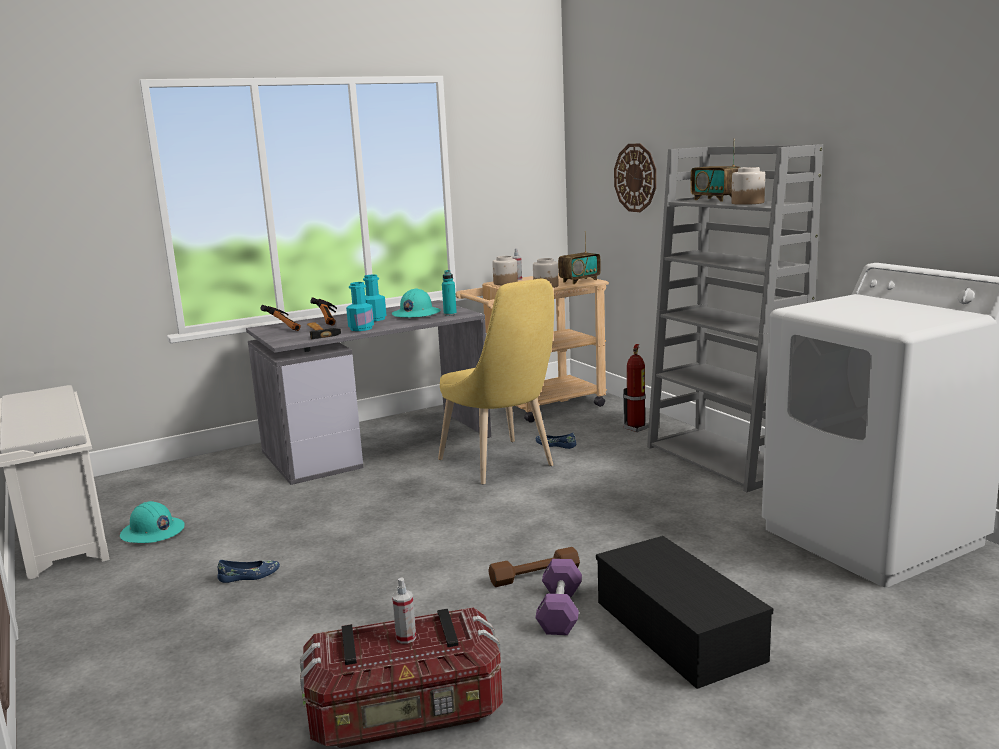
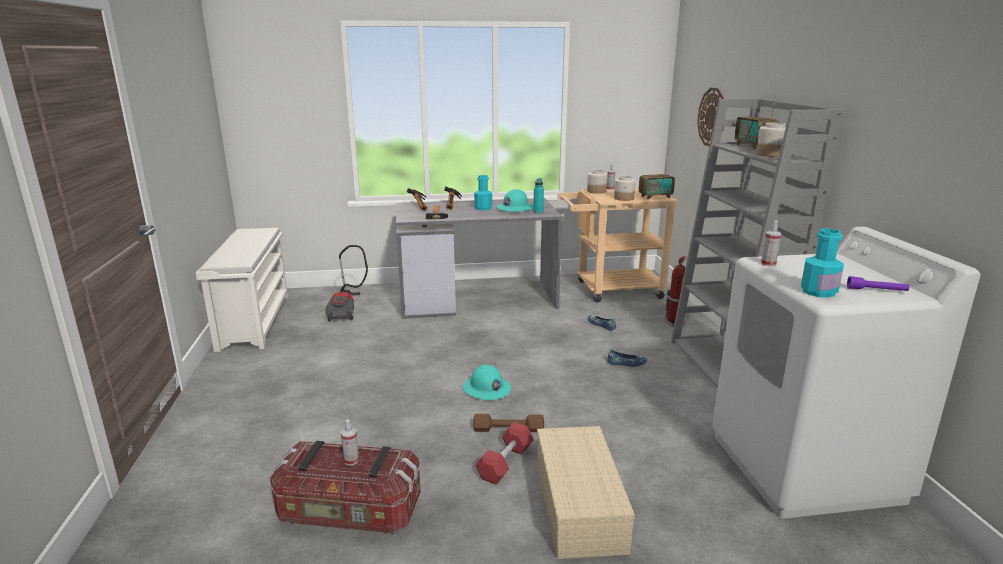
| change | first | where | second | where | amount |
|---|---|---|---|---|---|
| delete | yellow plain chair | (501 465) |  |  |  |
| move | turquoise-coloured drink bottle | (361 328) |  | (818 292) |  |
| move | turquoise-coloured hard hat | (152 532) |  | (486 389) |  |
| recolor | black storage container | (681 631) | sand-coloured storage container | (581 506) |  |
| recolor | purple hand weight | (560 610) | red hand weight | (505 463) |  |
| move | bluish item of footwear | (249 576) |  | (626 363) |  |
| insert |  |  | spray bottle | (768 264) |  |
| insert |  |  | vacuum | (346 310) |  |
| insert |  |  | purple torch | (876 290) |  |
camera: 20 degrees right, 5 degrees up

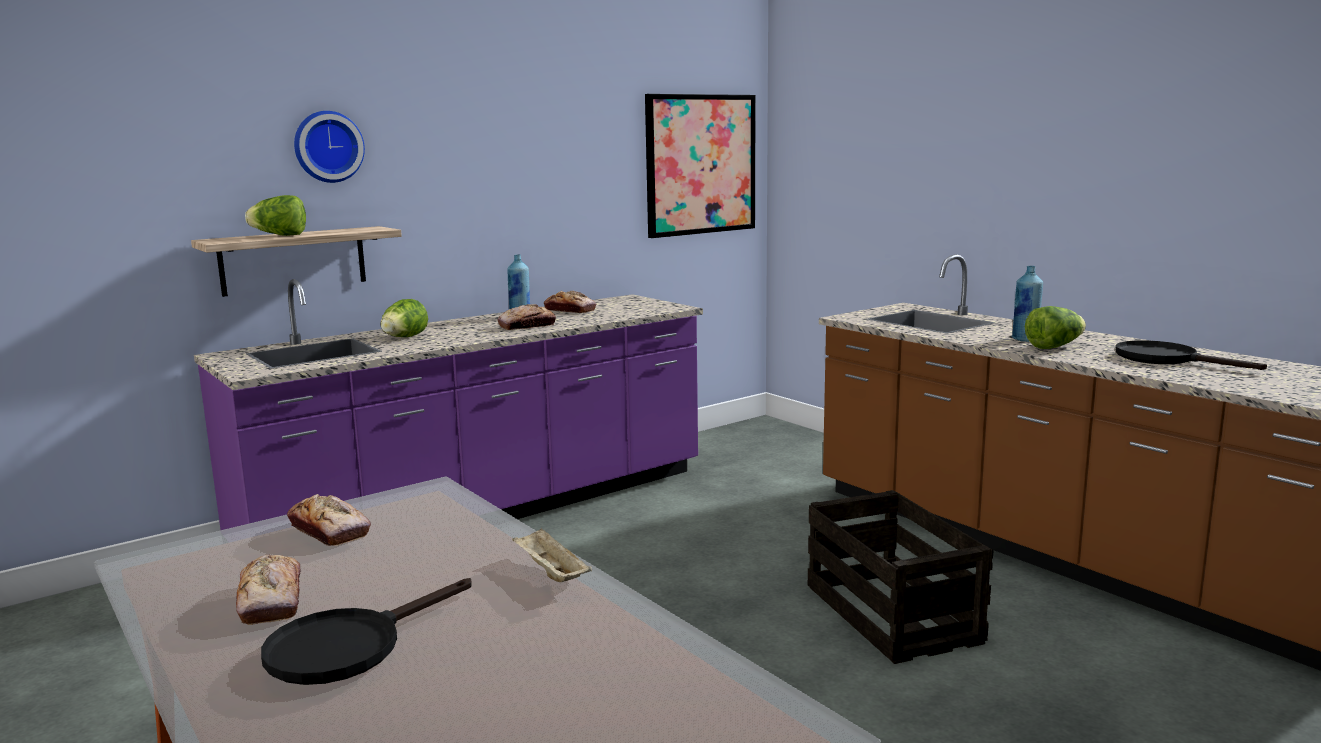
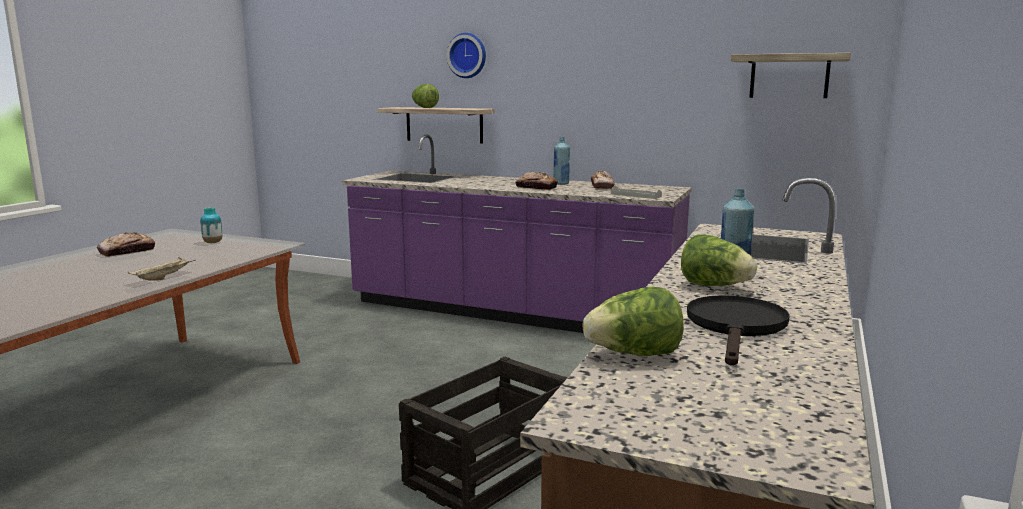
| change | first | where | second | where | amount |
|---|---|---|---|---|---|
| replace | picture | (700 164) | shelf | (789 76) |  |
| move | head of lettuce | (404 338) |  | (634 354) |  |
| replace | baked bread | (329 530) | decorative vase | (213 243) |  |
| delete | black frying pan | (349 646) |  |  |  |
| insert |  |  | greyish tray | (635 195) |  |
camera: 60 degrees right, 0 degrees up

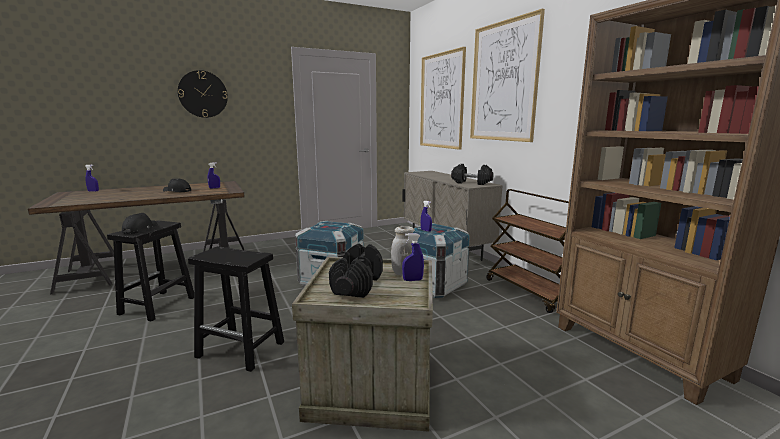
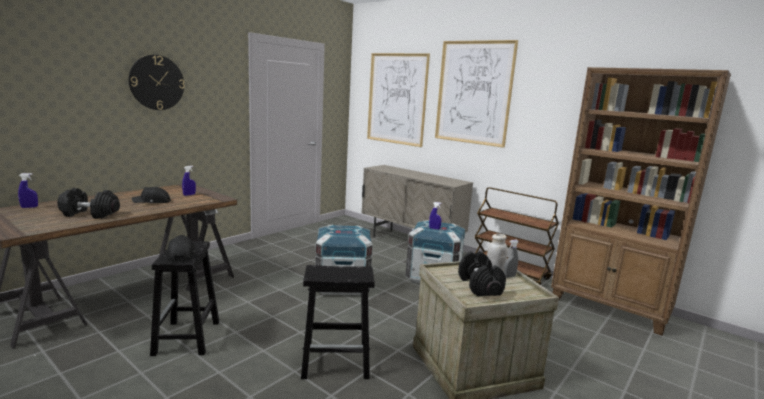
| change | first | where | second | where | amount |
|---|---|---|---|---|---|
| move | black hand weight | (471 183) |  | (89 214) |  |
| recolor | bluish spray bottle | (412 280) | greyish spray bottle | (509 276) |  |
camera: 25 degrees left, 0 degrees up

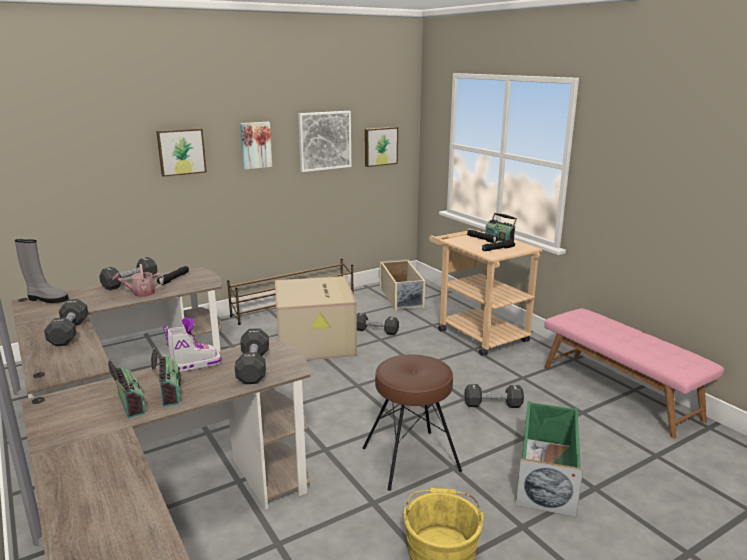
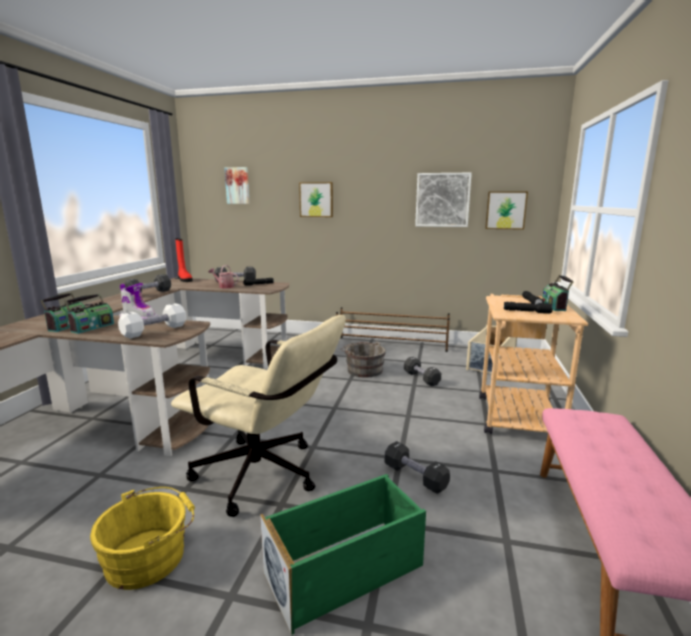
| change | first | where | second | where | amount |
|---|---|---|---|---|---|
| move | picture | (255 145) |  | (237 185) |  |
| recolor | greyish boot | (46 299) | red boot | (184 280) |  |
| replace | carton | (316 342) | greyish water bucket | (363 370) |  |
| recolor | black hand weight | (253 367) | whitish hand weight | (155 331) |  |
| replace | brown stool seat | (411 459) | sand-coloured desk chair | (266 477) |  |
camera: 45 degrees right, 5 degrees down

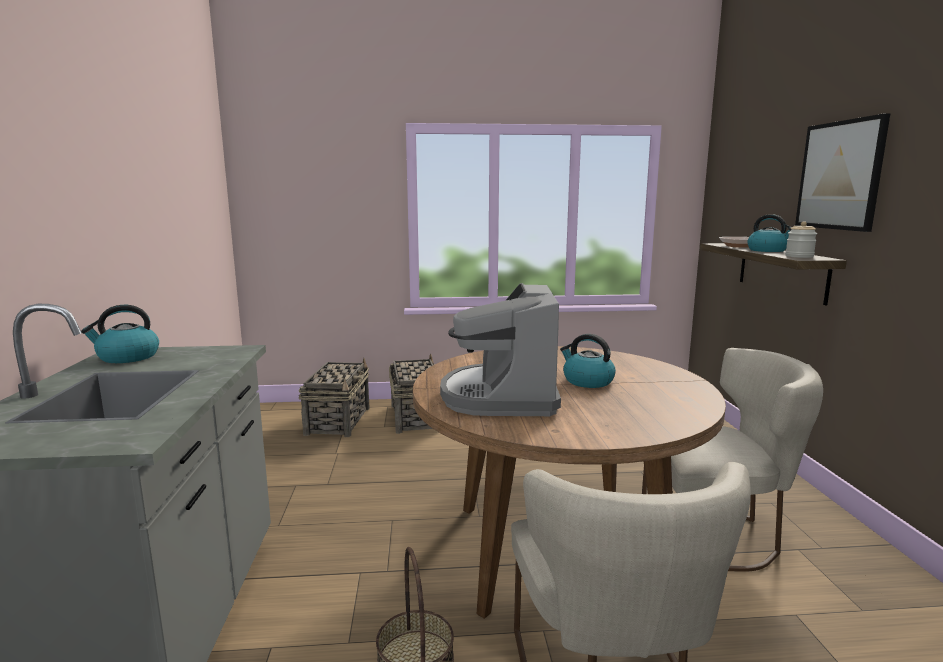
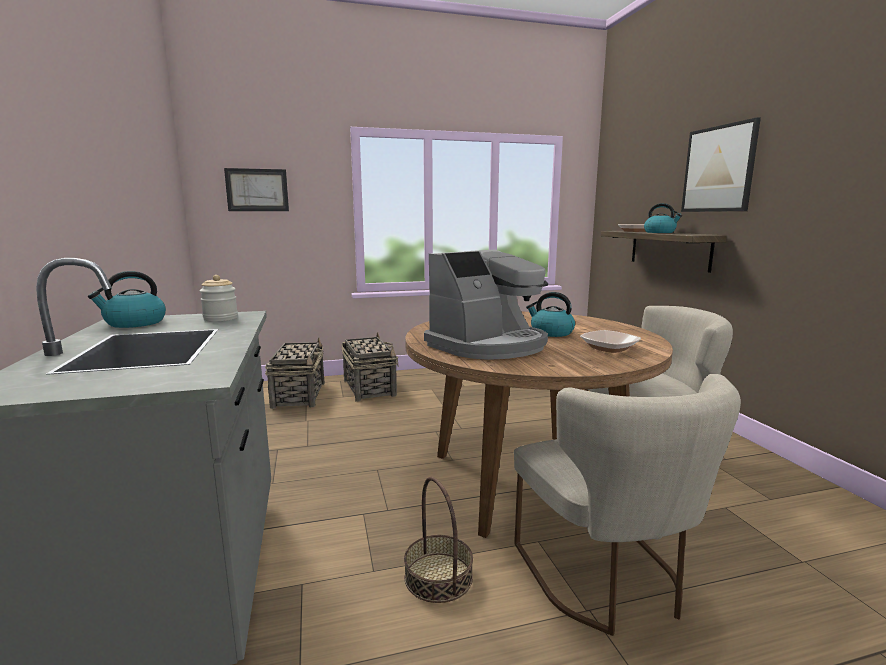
| change | first | where | second | where | amount |
|---|---|---|---|---|---|
| move | storage jar | (799 256) |  | (220 318) |  |
| rotate | coffee brewer | (501 396) |  | (489 345) | 120 degrees counterclockwise |
| insert |  |  | picture | (257 190) |  |
| insert |  |  | bowl | (609 348) |  |
camera: 10 degrees left, 0 degrees up

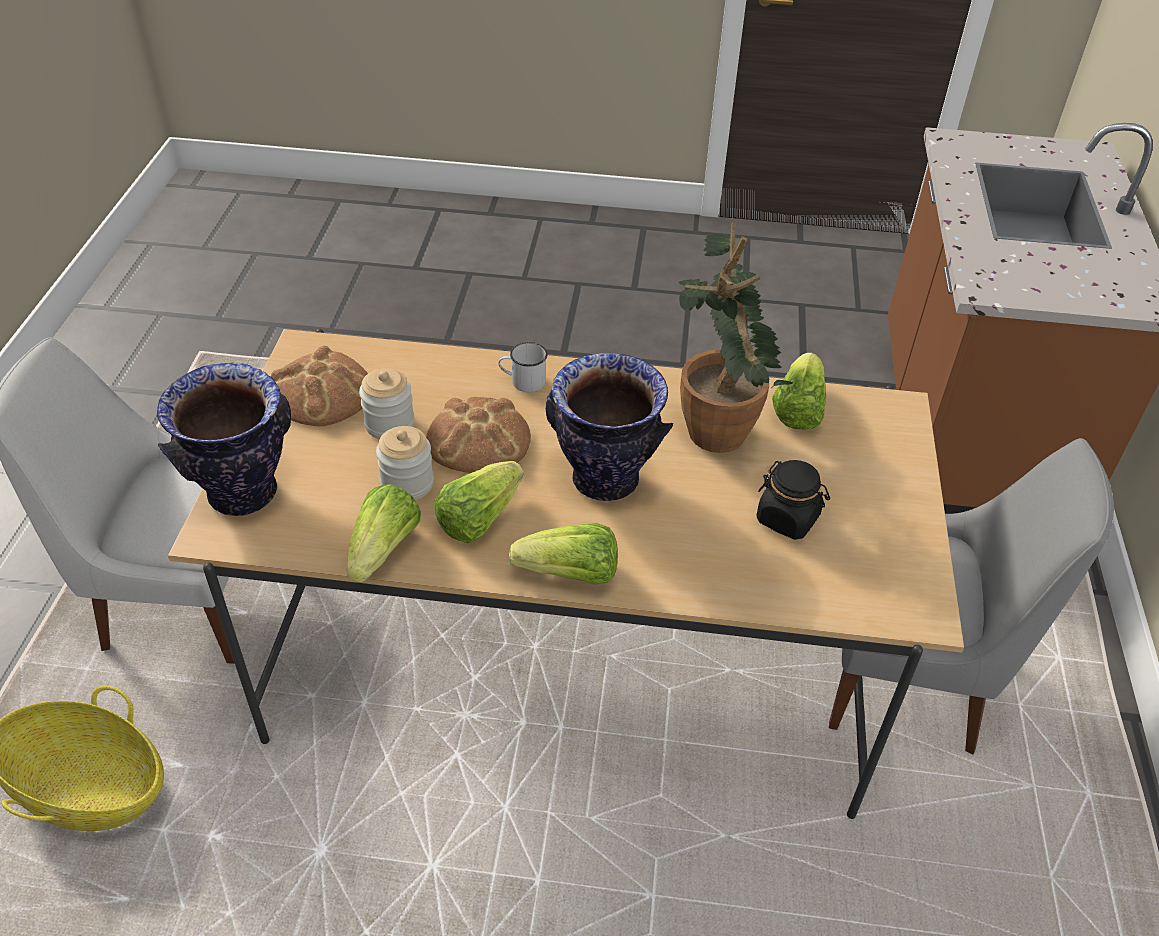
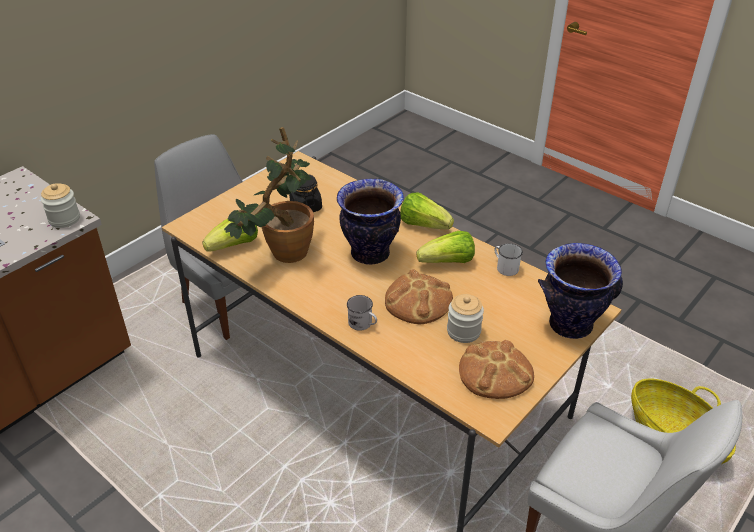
| change | first | where | second | where | amount |
|---|---|---|---|---|---|
| move | storage jar | (407 483) |  | (64 219) |  |
| replace | head of lettuce | (384 550) | whitish tea mug | (505 267) |  |
camera: 145 degrees left, 5 degrees down

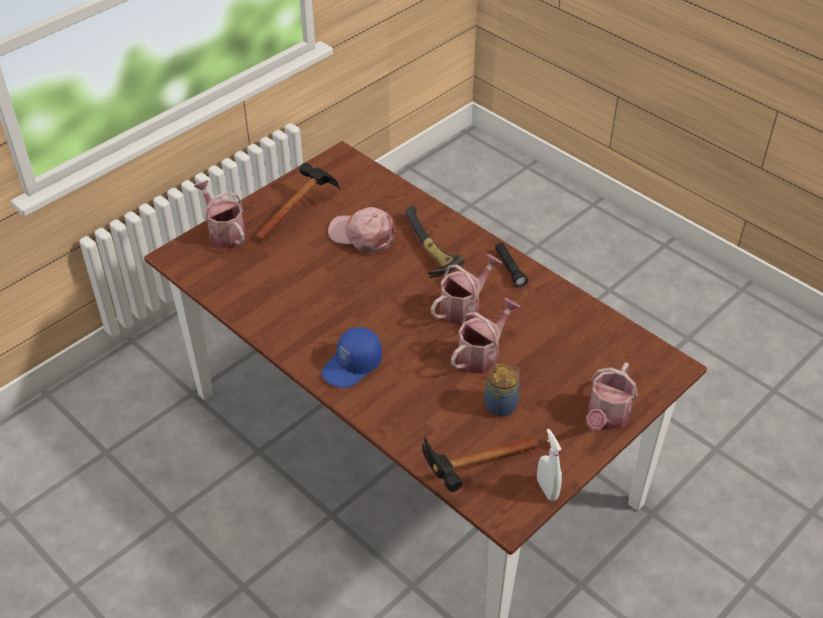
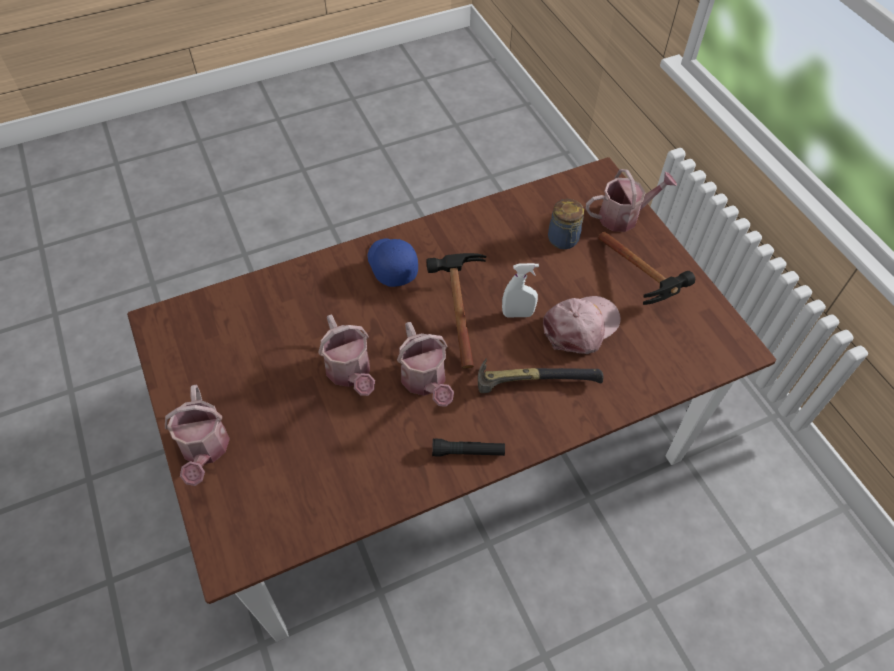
| change | first | where | second | where | amount |
|---|---|---|---|---|---|
| rotate | watering pot | (606 418) |  | (205 450) | 150 degrees counterclockwise |
| move | storage jar | (502 404) |  | (563 240) |  |
| move | whitish spray bottle | (547 490) |  | (517 314) |  |
| move | tool hammer | (470 474) |  | (456 308) |  |
camera: 110 degrees right, 10 degrees up

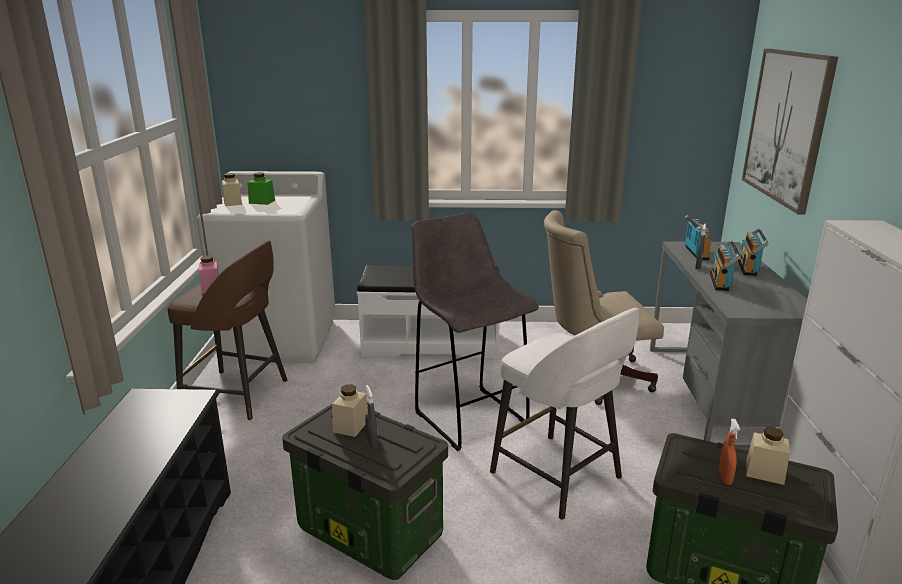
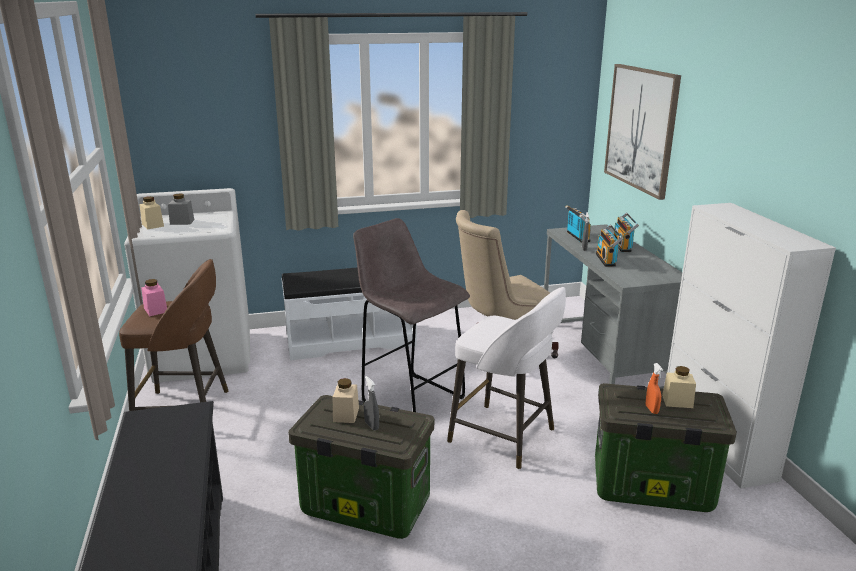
| change | first | where | second | where | amount |
|---|---|---|---|---|---|
| recolor | greenish storage jar | (262 202) | greyish storage jar | (182 222) |  |
camera: 15 degrees left, 0 degrees up

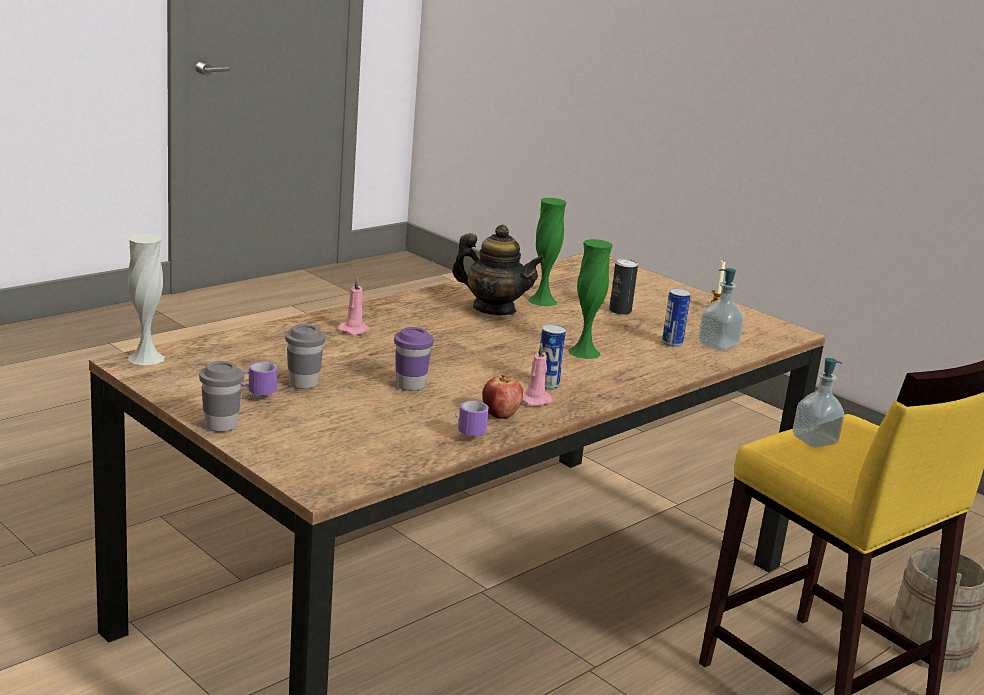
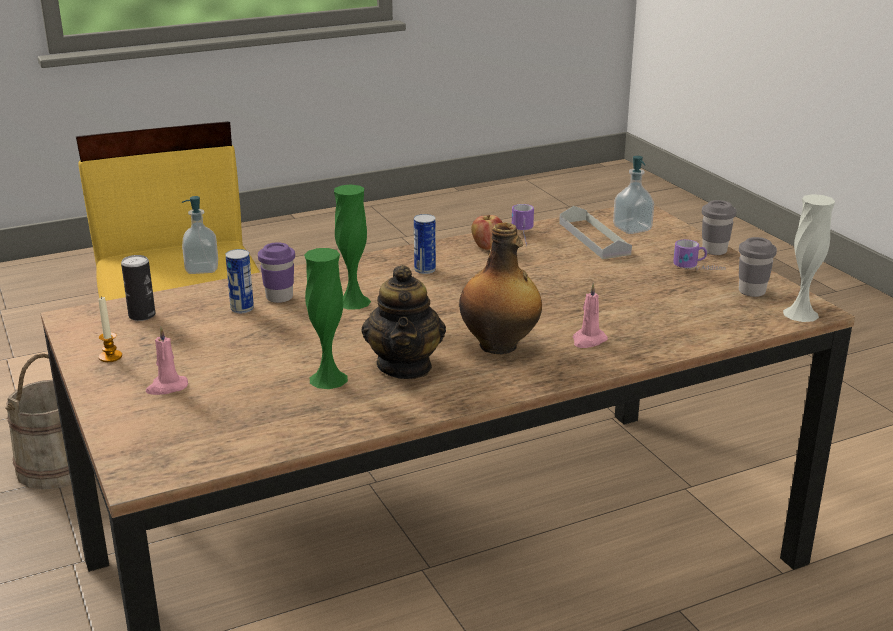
| change | first | where | second | where | amount |
|---|---|---|---|---|---|
| rotate | teapot | (494 309) |  | (405 366) | 135 degrees counterclockwise |
| move | sealed can | (620 311) |  | (142 315) |  |
| move | soap bottle | (718 345) |  | (632 228) |  |
| move | greyish cup | (303 384) |  | (752 291) |  |
| move | purple cup | (410 386) |  | (279 297) |  |
| move | pink-coloured candle | (536 400) |  | (166 387) |  |
| insert |  |  | greyish tray | (594 238) |  |
| insert |  |  | drink bottle | (499 346) |  |
camera: 160 degrees left, 5 degrees up

